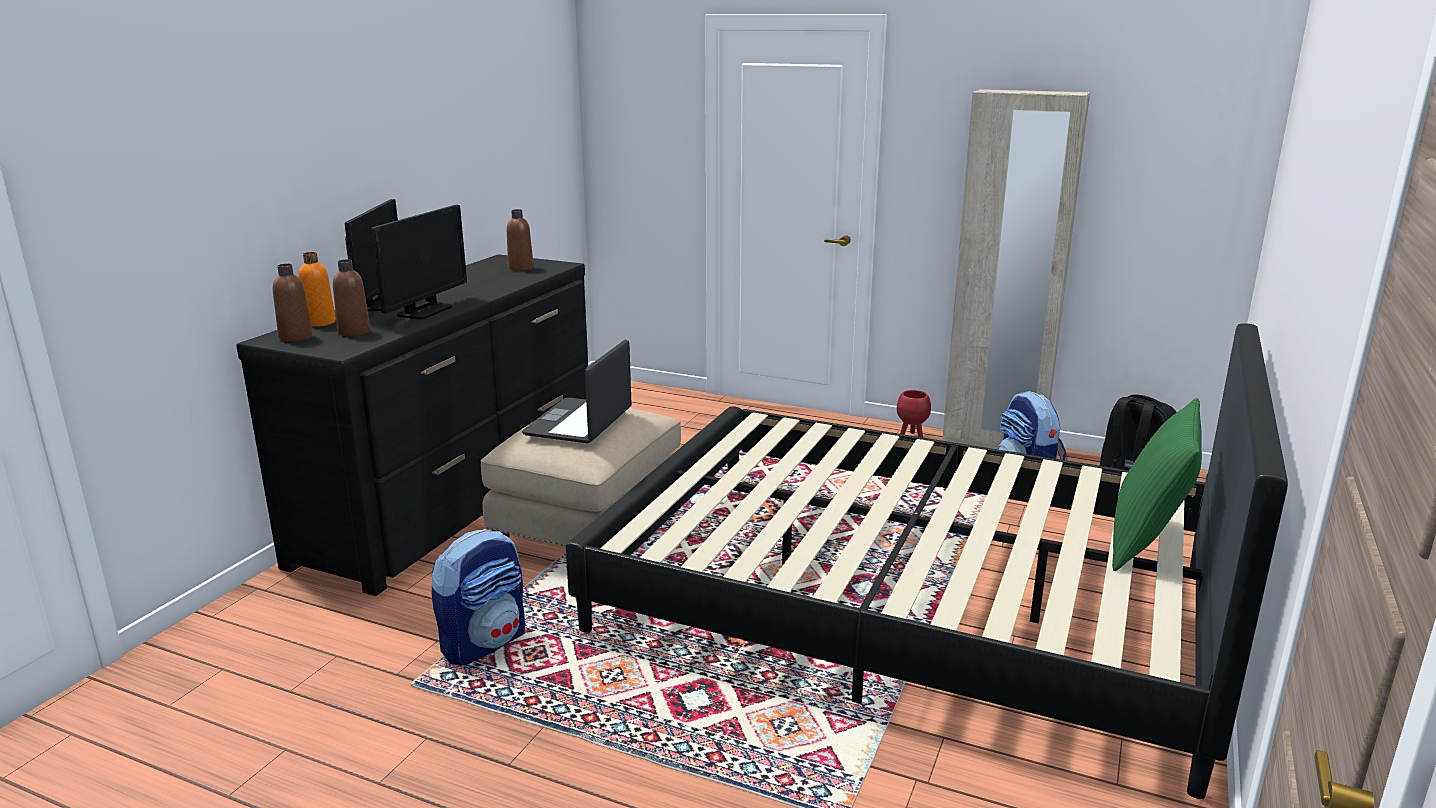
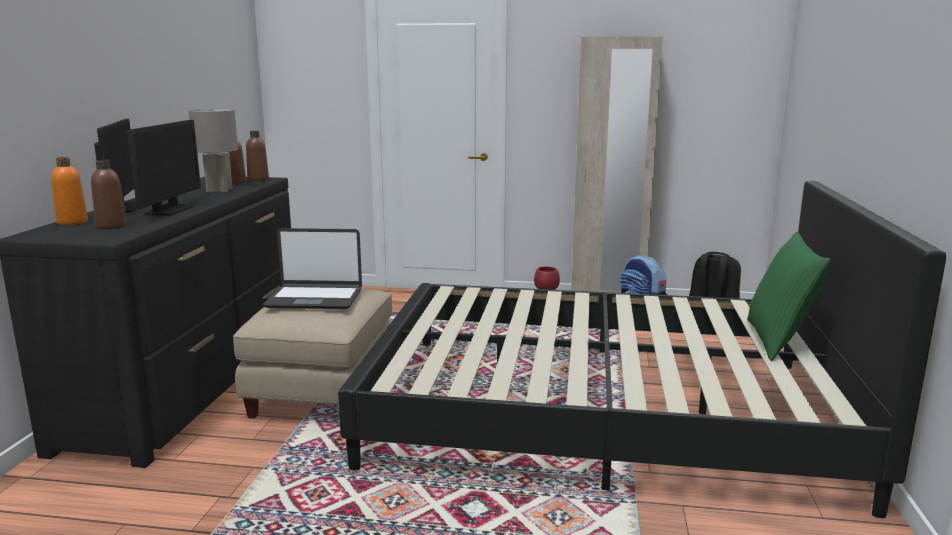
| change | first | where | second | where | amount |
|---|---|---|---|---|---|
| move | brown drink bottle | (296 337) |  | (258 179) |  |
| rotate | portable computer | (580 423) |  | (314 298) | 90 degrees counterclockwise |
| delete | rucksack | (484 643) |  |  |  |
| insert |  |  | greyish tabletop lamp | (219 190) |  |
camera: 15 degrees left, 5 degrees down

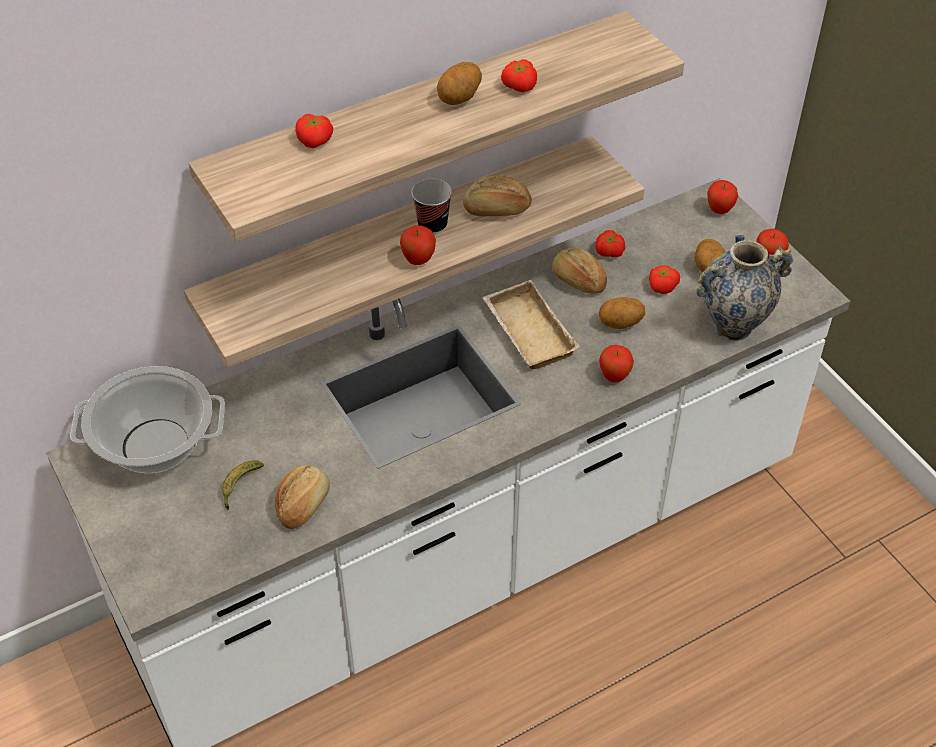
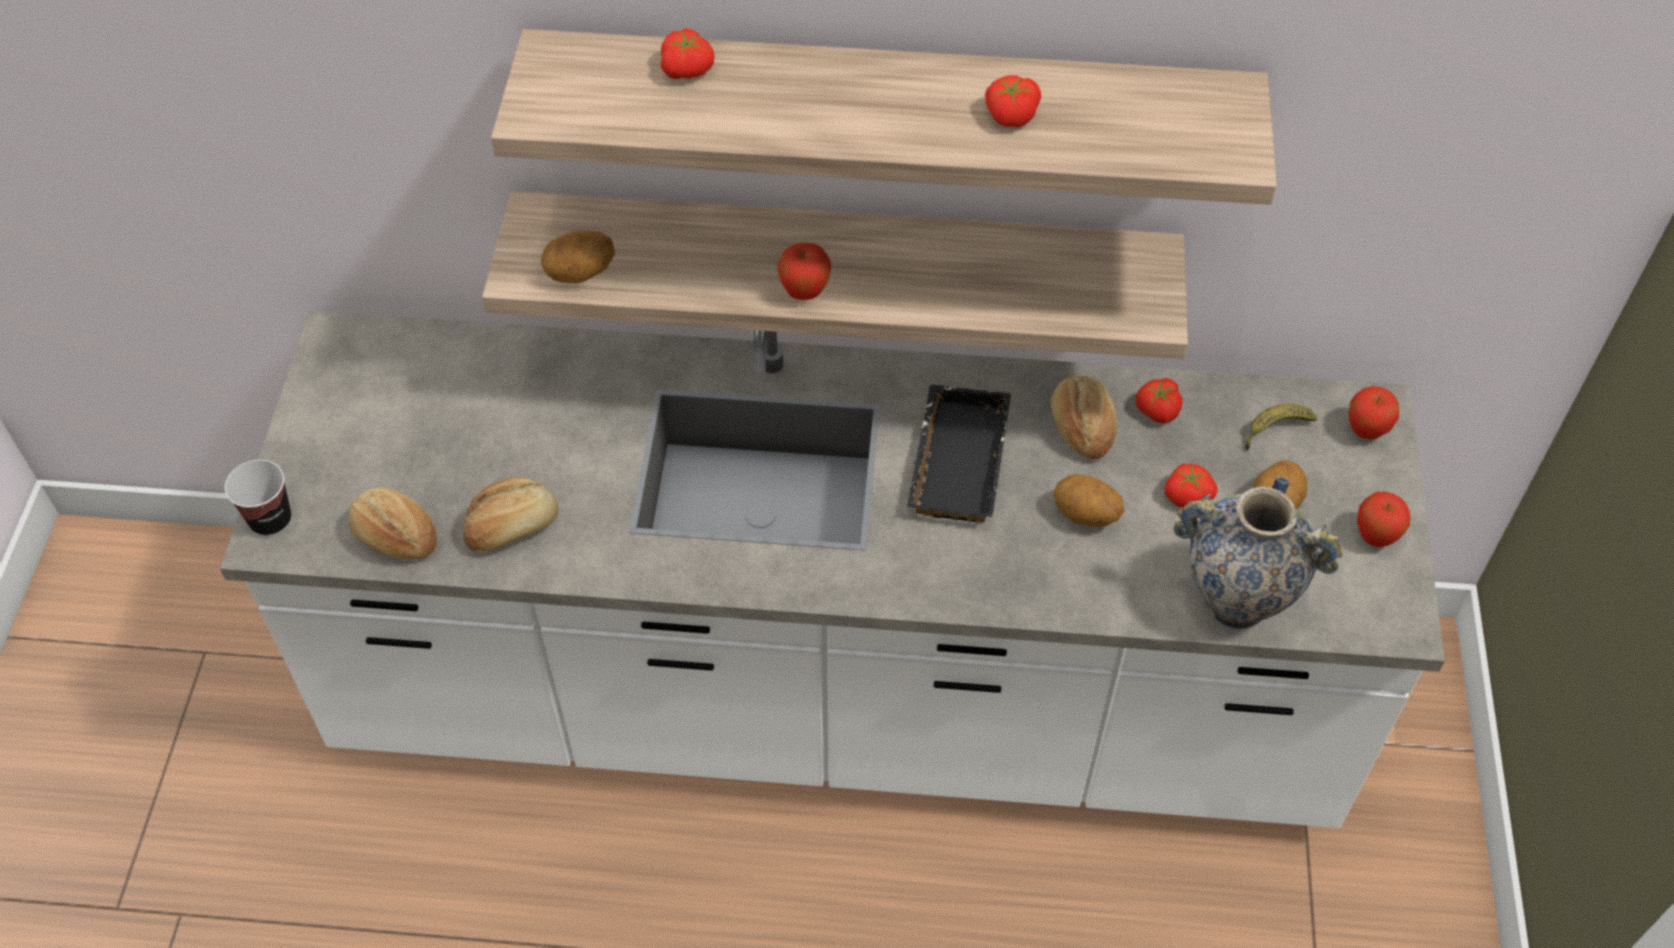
| change | first | where | second | where | amount |
|---|---|---|---|---|---|
| move | whole potato | (460 98) |  | (581 275) |  |
| move | baked bread | (497 210) |  | (394 537) |  |
| move | cup | (432 225) |  | (271 520) |  |
| recolor | sand-coloured tray | (526 331) | black tray | (954 459) |  |
| delete | apple fruit | (614 377) |  |  |  |
| delete | stockpot | (155 446) |  |  |  |
| move | banana | (240 486) |  | (1274 430) |  |
camera: 35 degrees right, 5 degrees up

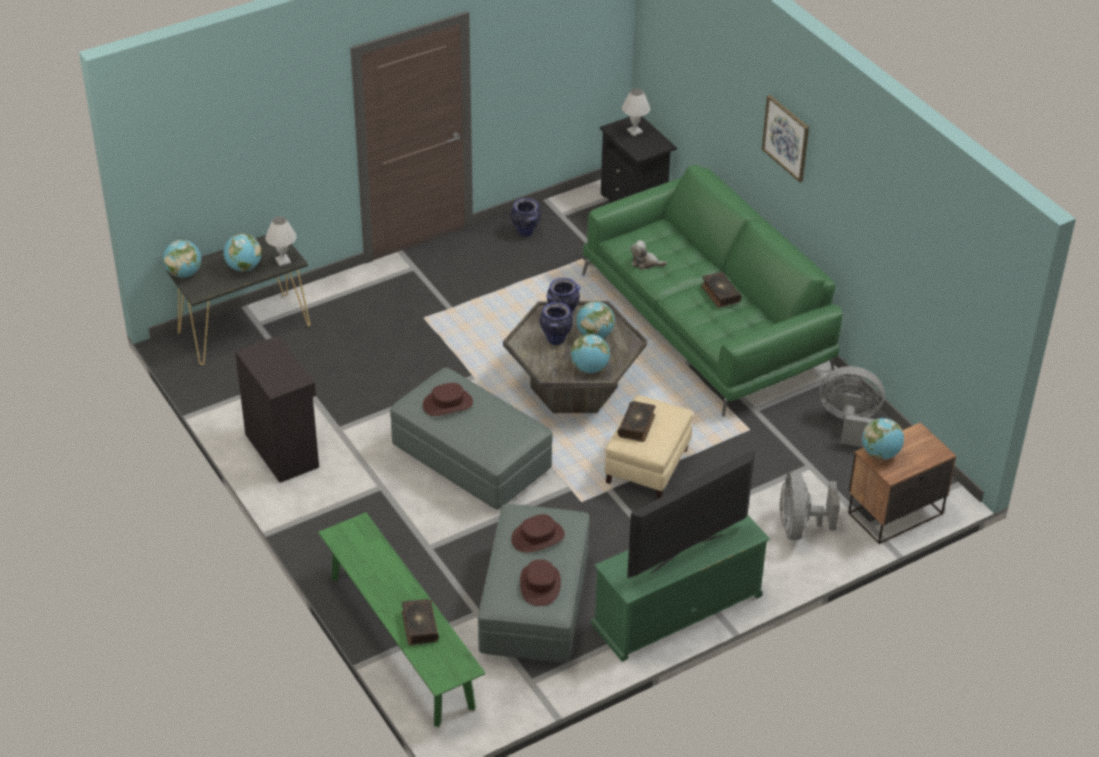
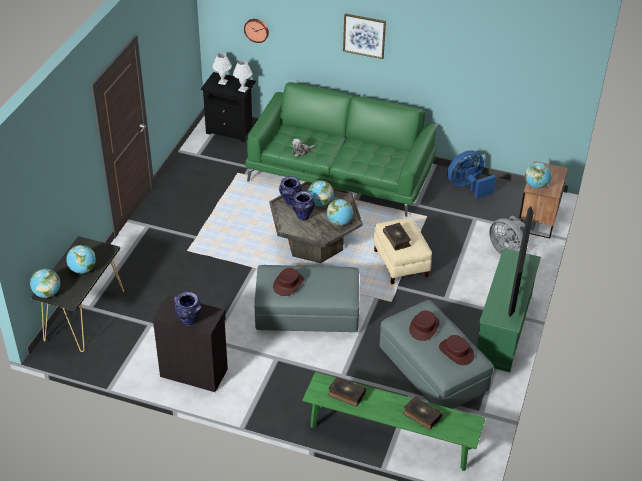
| change | first | where | second | where | amount |
|---|---|---|---|---|---|
| move | decorative vase | (525 232) |  | (189 321) |  |
| move | whitish tabletop lamp | (282 260) |  | (243 89) |  |
| move | book | (720 294) |  | (346 394) |  |
| recolor | greyish cooling fan | (849 423) | bluish cooling fan | (467 187) |  |
| insert |  |  | hanging clock | (256 30) |  |
camera: 40 degrees left, 0 degrees up

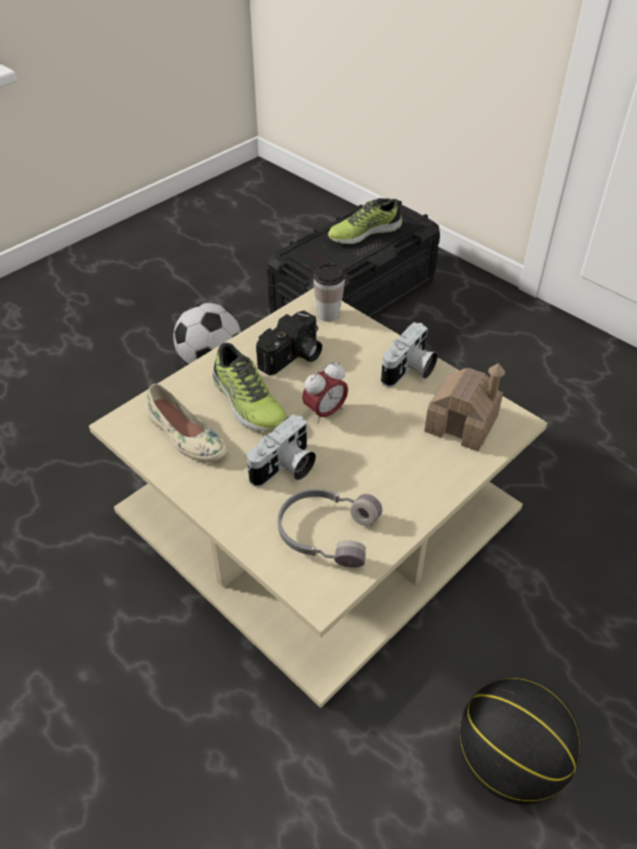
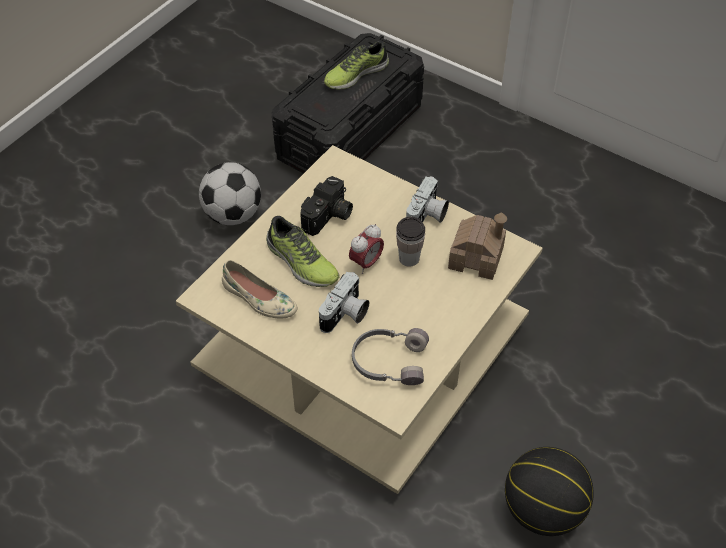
| change | first | where | second | where | amount |
|---|---|---|---|---|---|
| move | cup | (328 314) |  | (409 258) |  |
camera: 10 degrees left, 5 degrees up

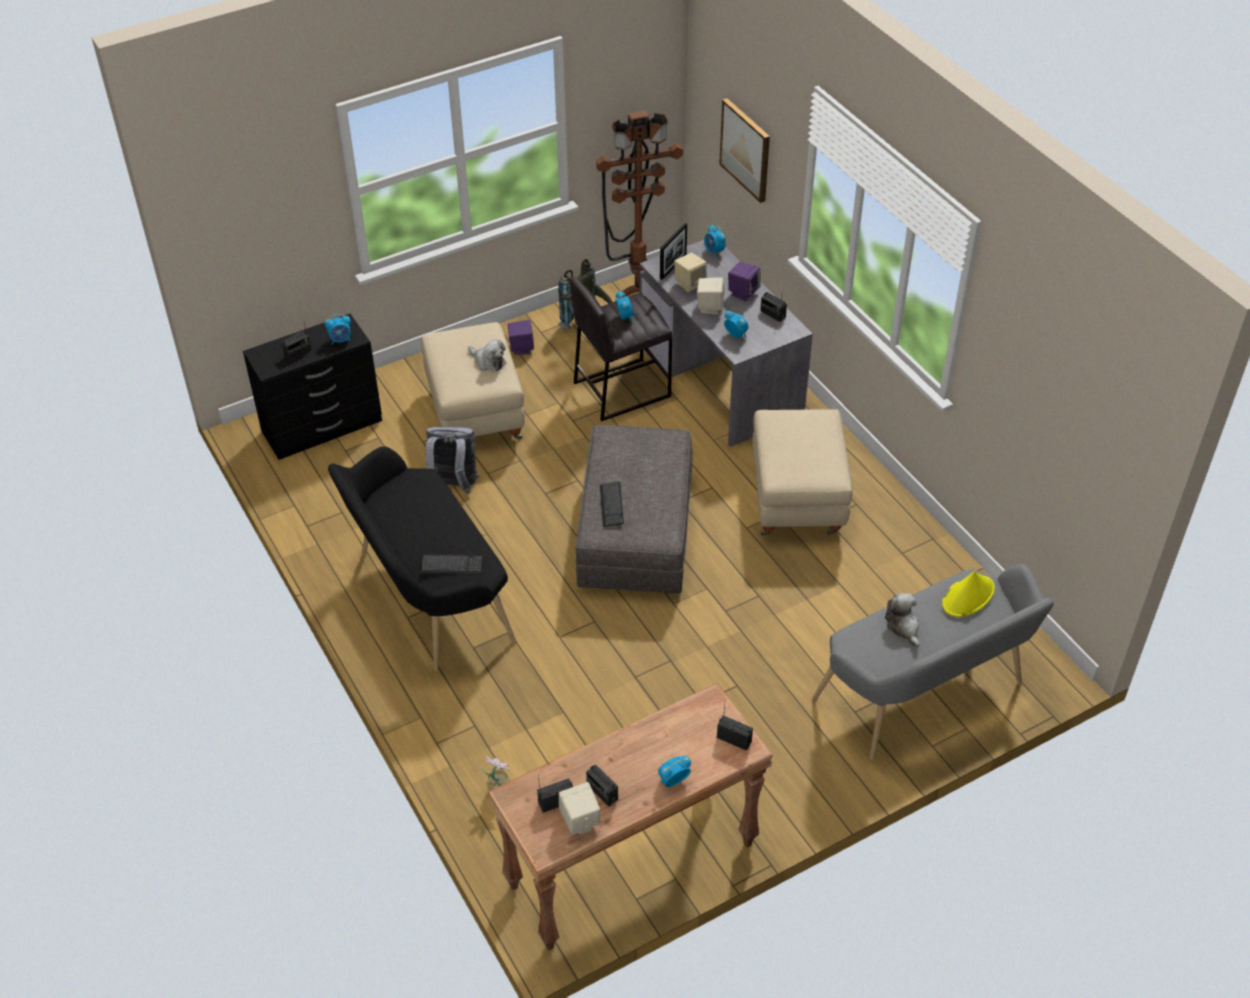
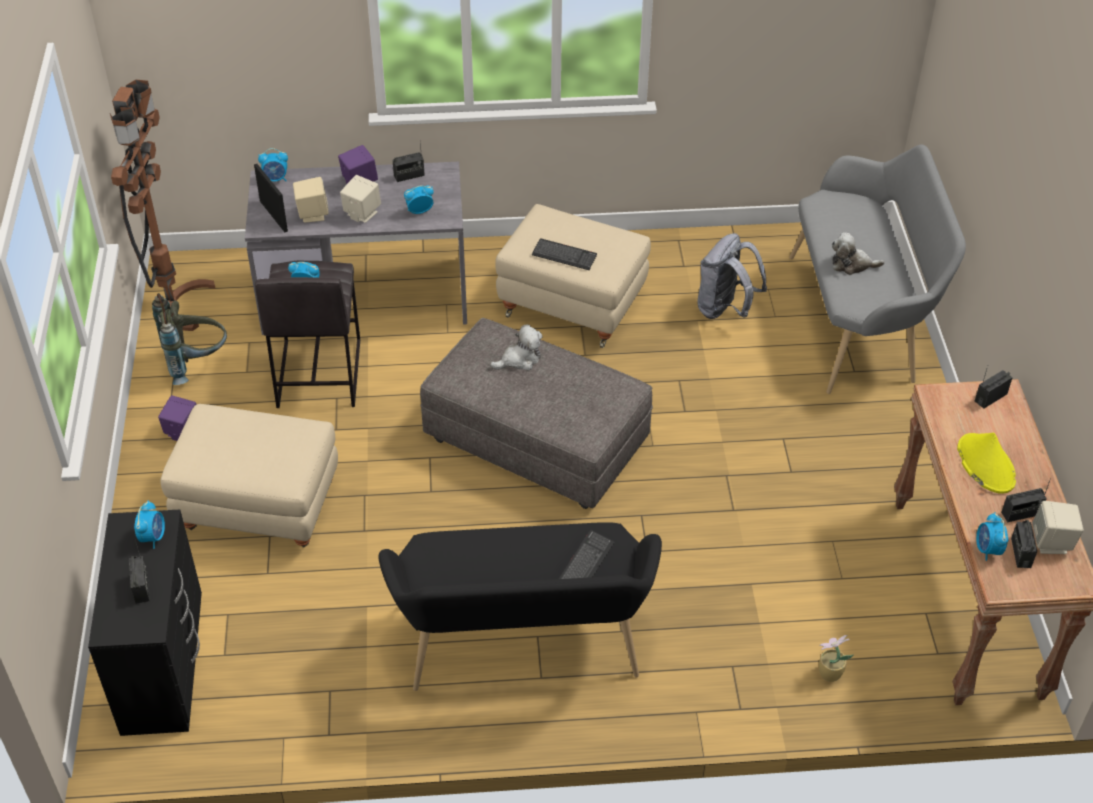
| change | first | where | second | where | amount |
|---|---|---|---|---|---|
| delete | picture | (746 149) |  |  |  |
| move | cuddly toy | (488 362) |  | (519 359) |  |
| move | greyish rucksack | (453 486) |  | (725 309) |  |
| move | computer keyboard | (611 505) |  | (564 255) |  |
| move | yellow wearable hat | (968 596) |  | (985 464) |  |
| move | alarm clock | (673 781) |  | (987 549) |  |
camera: 65 degrees left, 0 degrees up

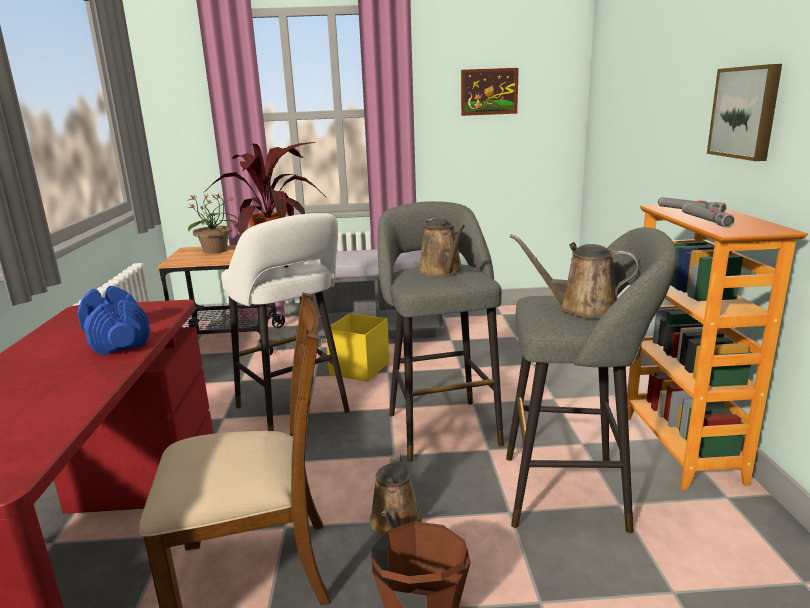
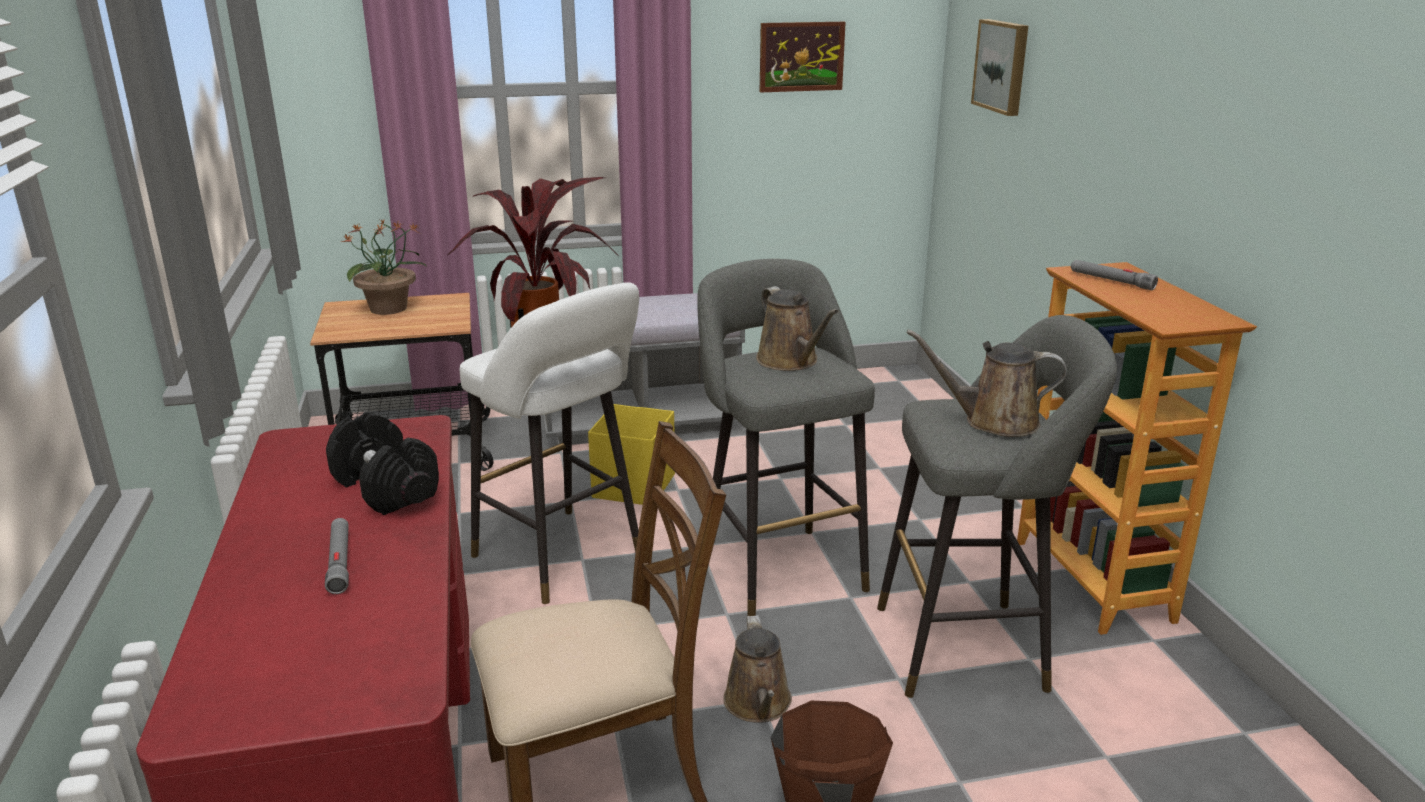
| change | first | where | second | where | amount |
|---|---|---|---|---|---|
| move | picture | (746 112) |  | (1003 66) |  |
| move | greyish torch | (704 220) |  | (339 561) |  |
| recolor | bluish hand weight | (117 339) | black hand weight | (387 488) |  |
camera: 10 degrees left, 5 degrees up

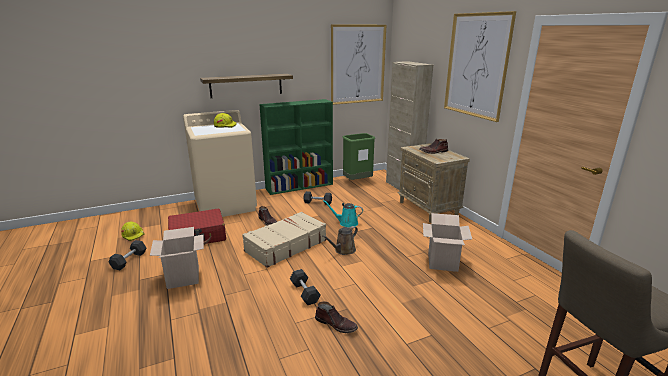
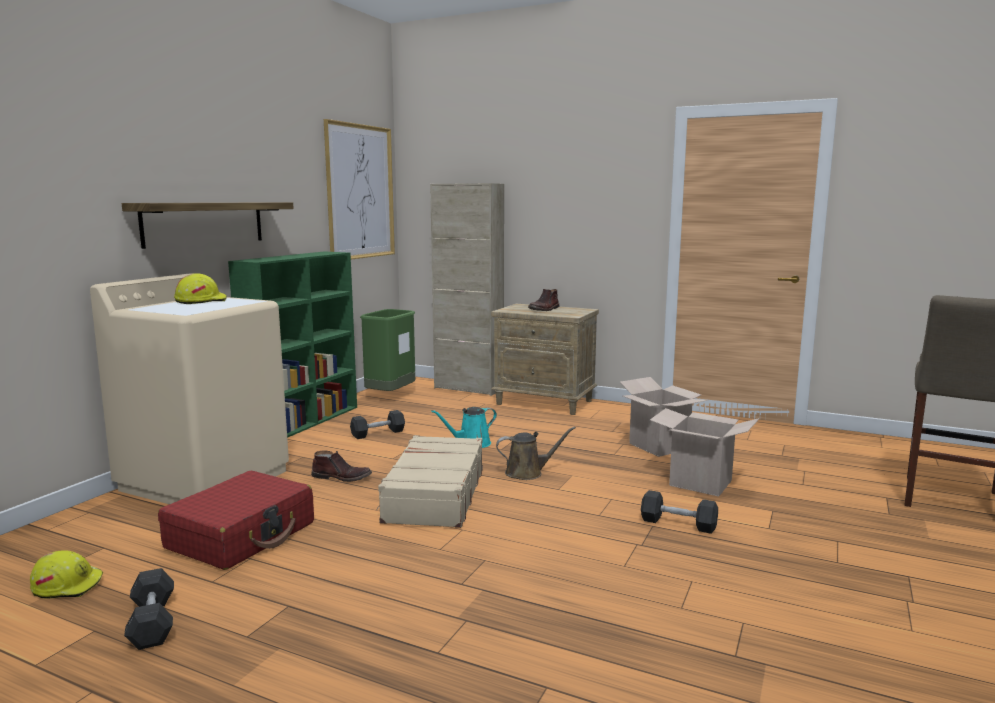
| change | first | where | second | where | amount |
|---|---|---|---|---|---|
| delete | picture | (476 65) |  |  |  |
| rotate | brown watering pot | (343 250) |  | (527 473) | 105 degrees counterclockwise |
| move | carton | (183 277) |  | (700 483) |  |
| move | greyish hand weight | (304 293) |  | (678 523) |  |
| delete | brown boot | (336 324) |  |  |  |
camera: 40 degrees left, 10 degrees down

